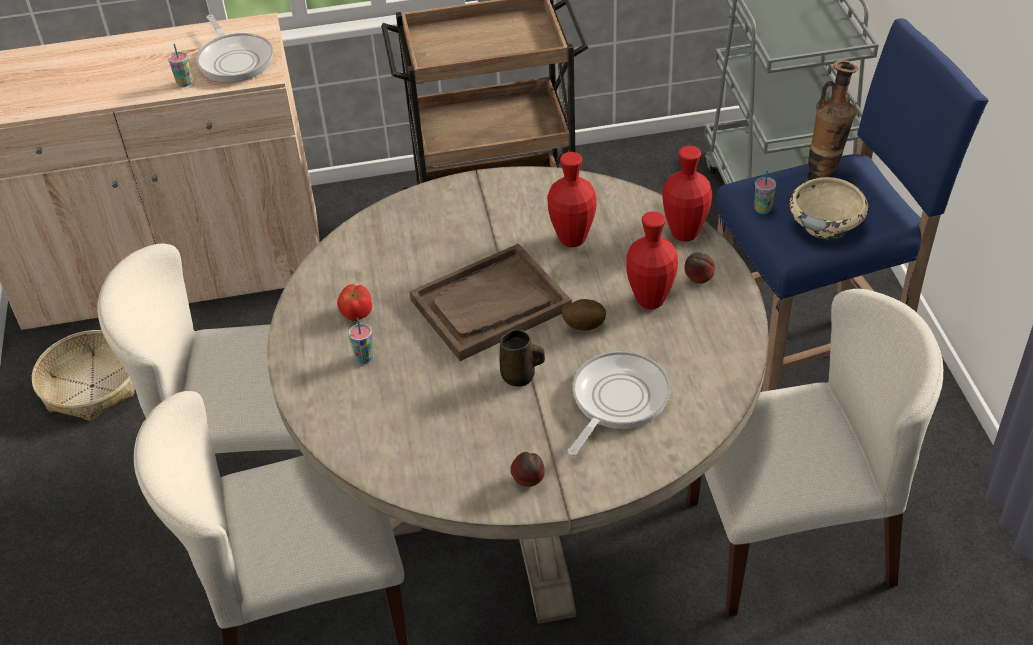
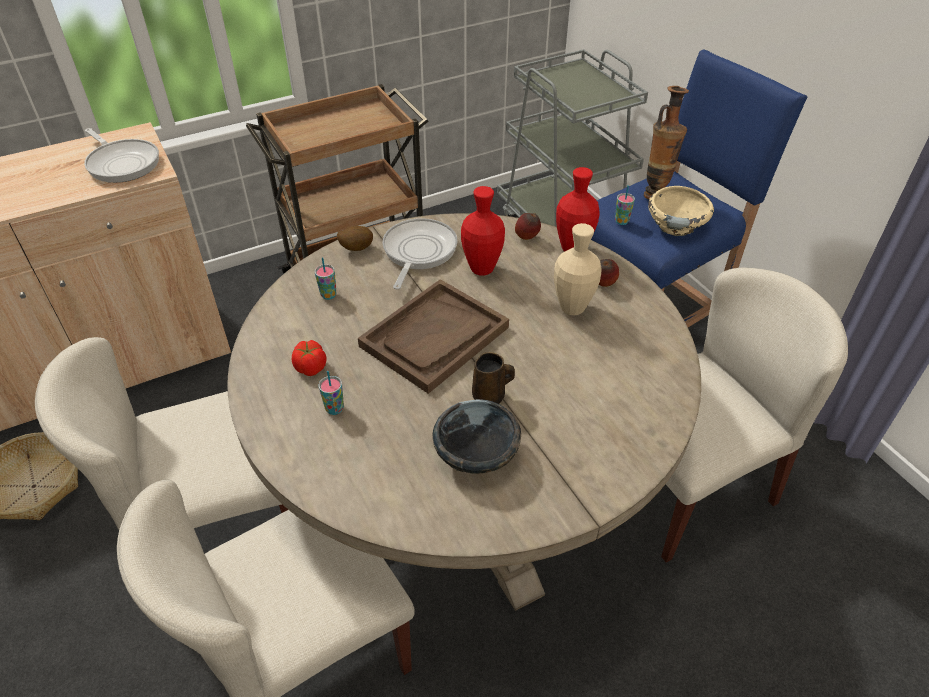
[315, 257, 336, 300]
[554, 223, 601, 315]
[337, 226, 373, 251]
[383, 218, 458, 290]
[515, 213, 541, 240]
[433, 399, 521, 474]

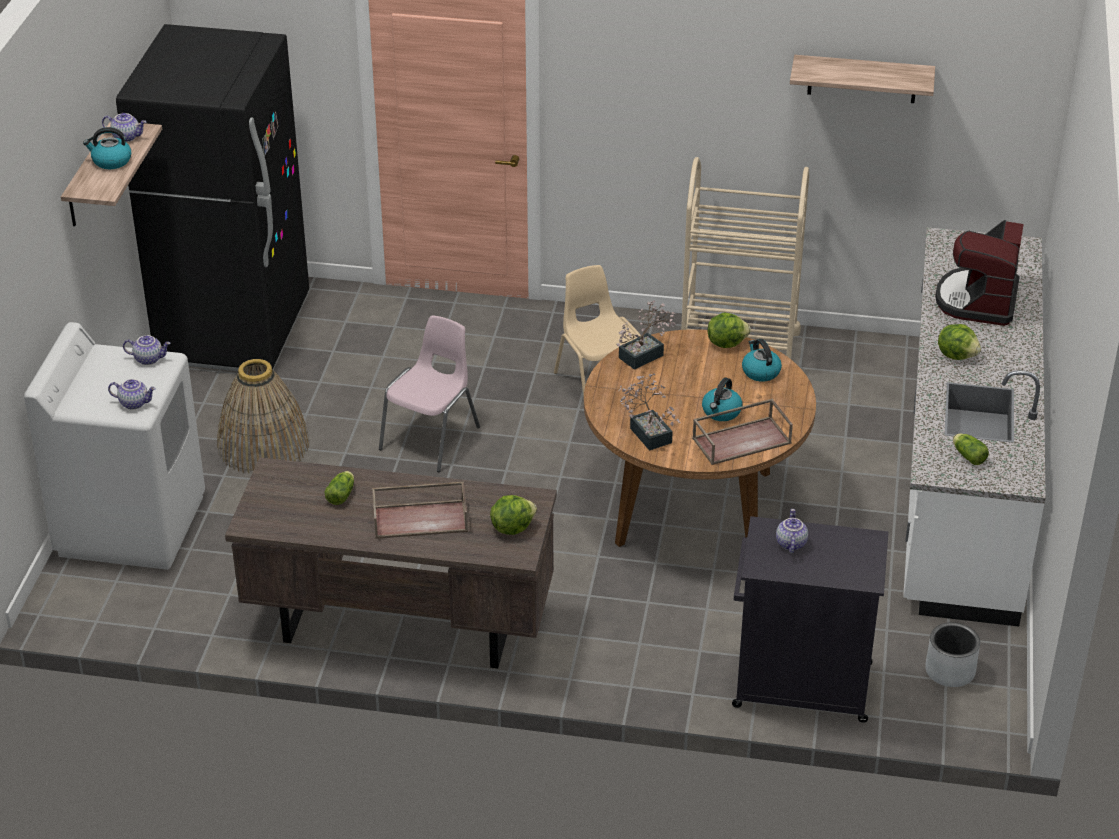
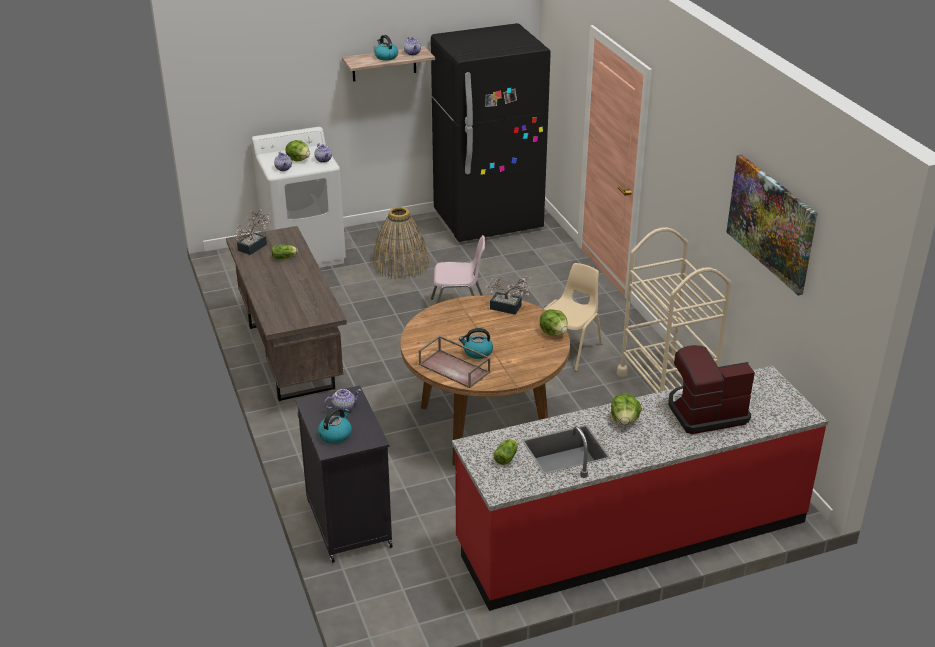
[726, 154, 818, 295]
[452, 365, 828, 611]
[318, 407, 352, 444]
[235, 209, 272, 255]
[372, 482, 468, 539] (first image)
[285, 140, 310, 162]
[925, 622, 980, 687] (first image)

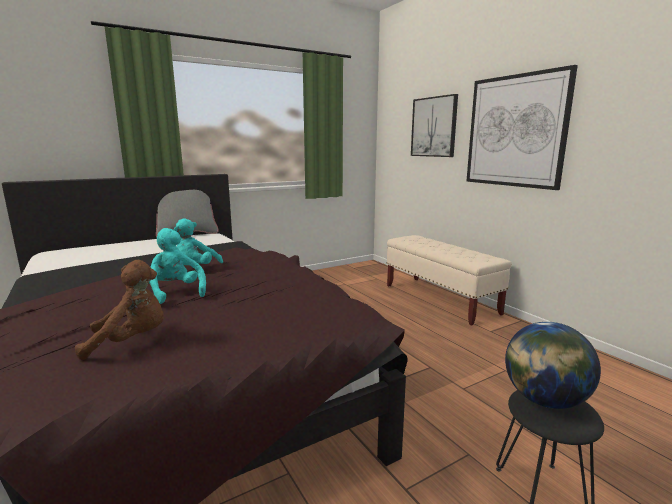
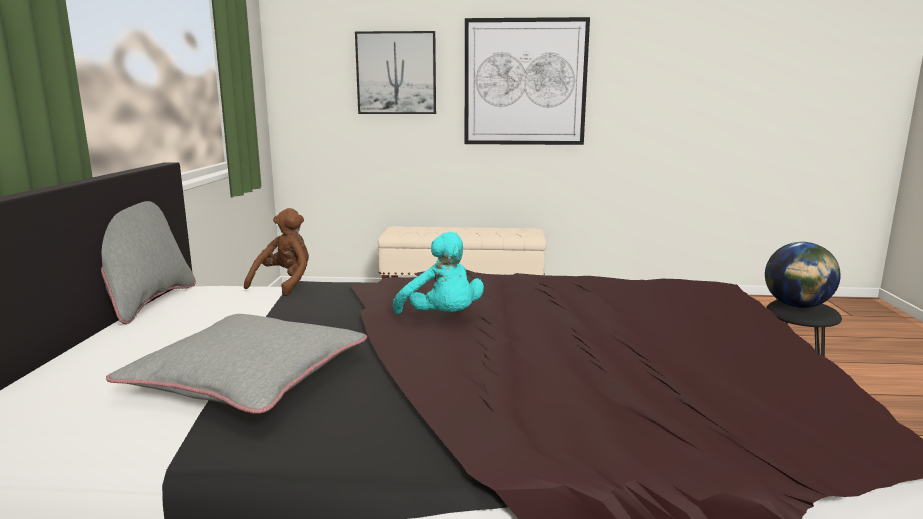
[148, 228, 206, 304] (first image)
[244, 208, 309, 296]
[106, 314, 367, 414]

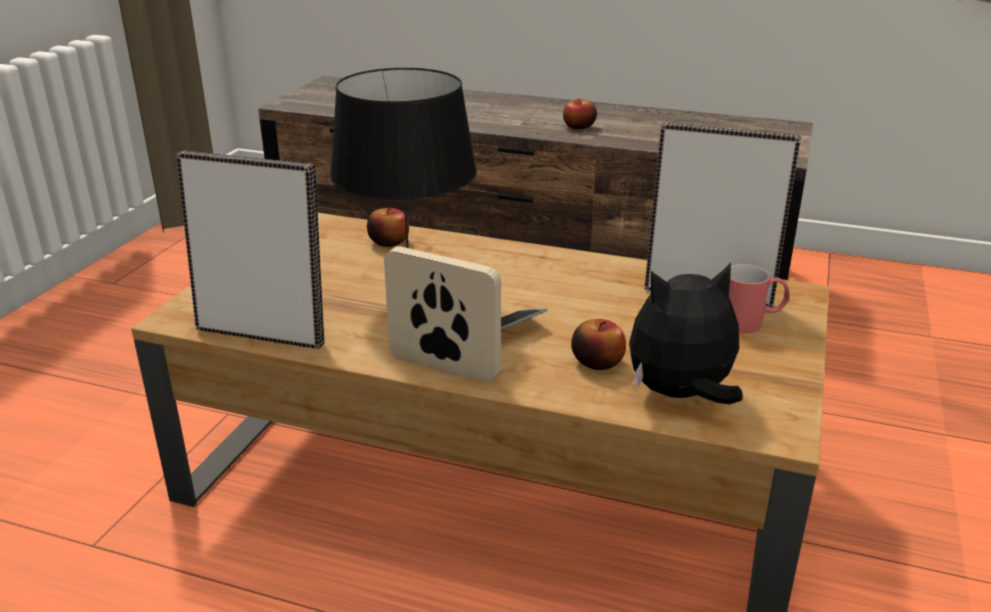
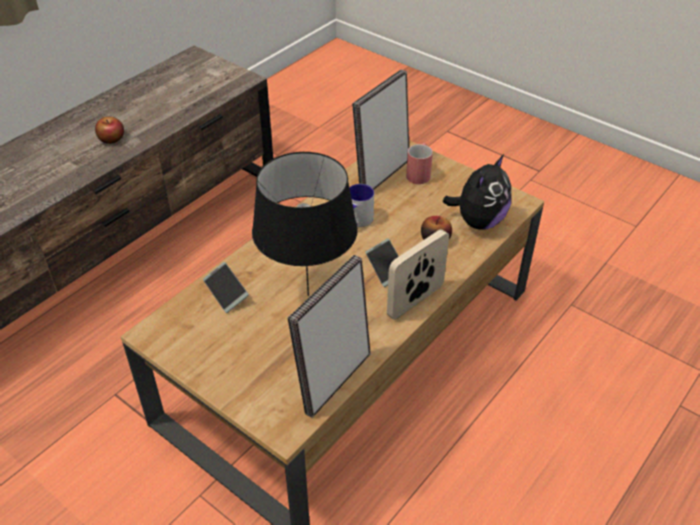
[203, 262, 249, 313]
[443, 154, 511, 230]
[349, 184, 374, 227]

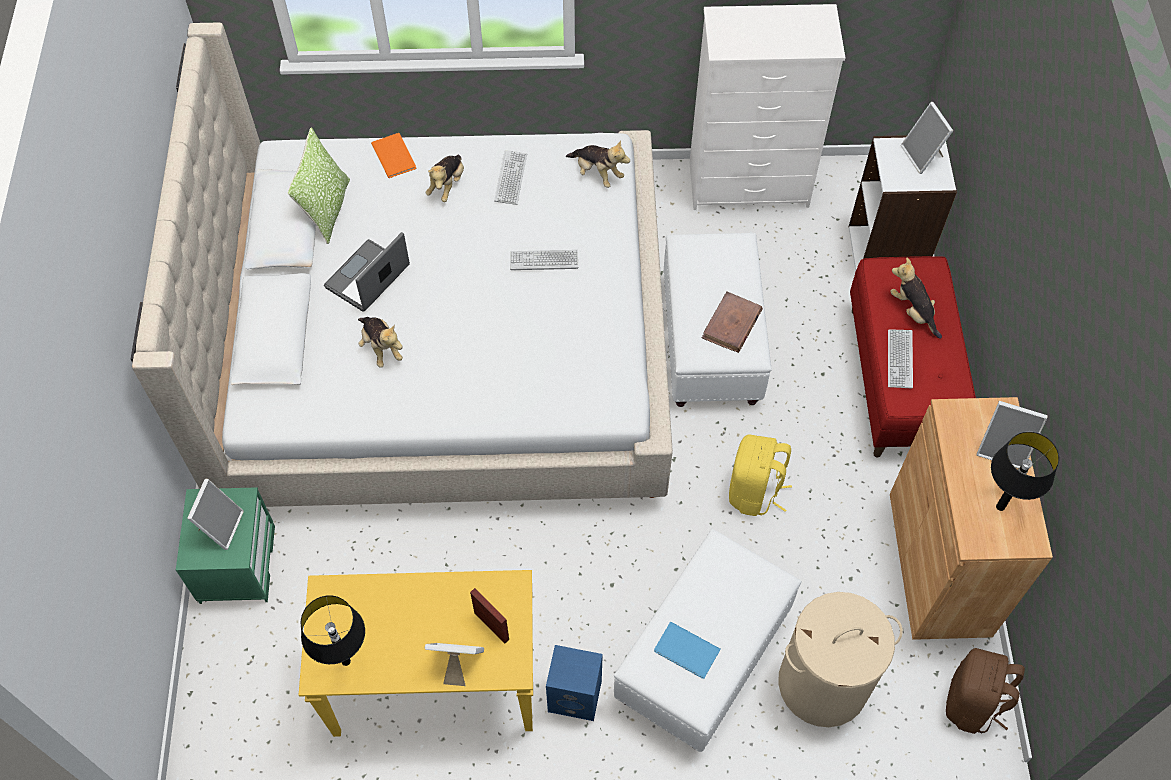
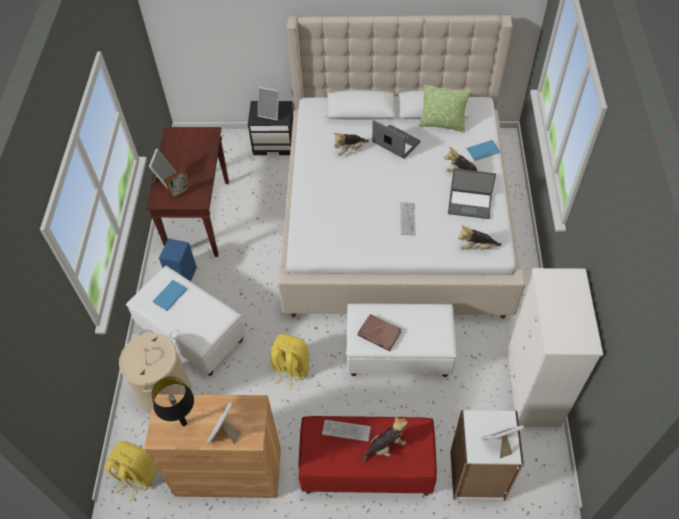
[467, 140, 500, 161]
[458, 226, 501, 250]
[448, 169, 496, 219]
[248, 101, 293, 155]
[146, 127, 229, 257]
[301, 595, 365, 666] (first image)
[105, 441, 156, 500]

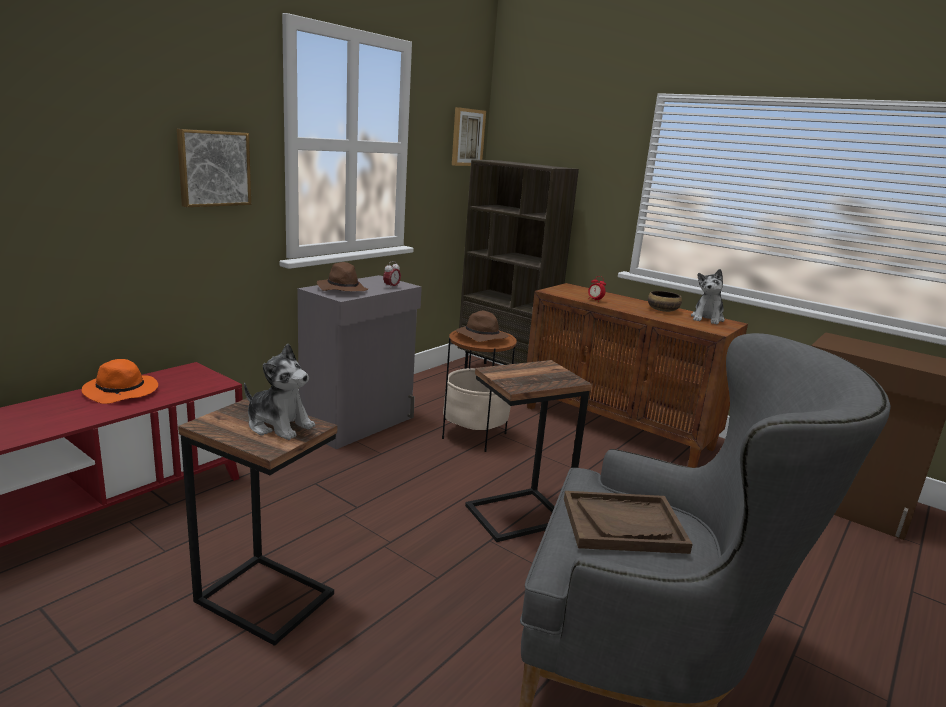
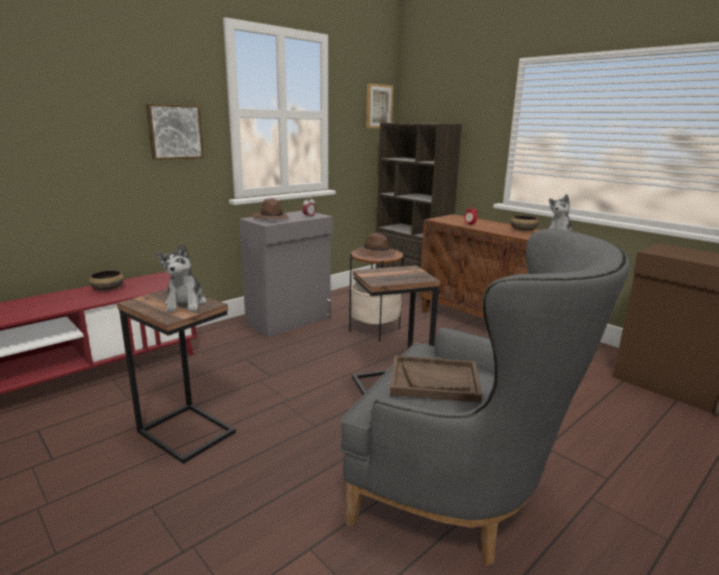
[157, 244, 206, 312]
[89, 270, 124, 291]

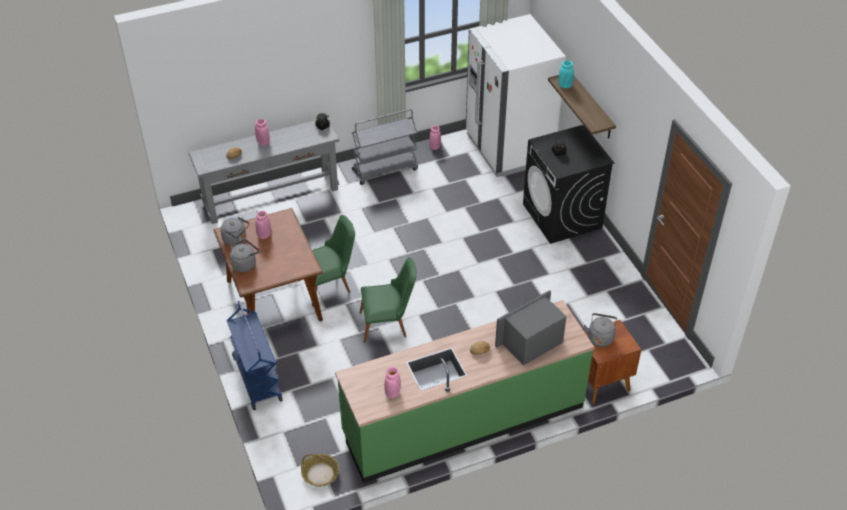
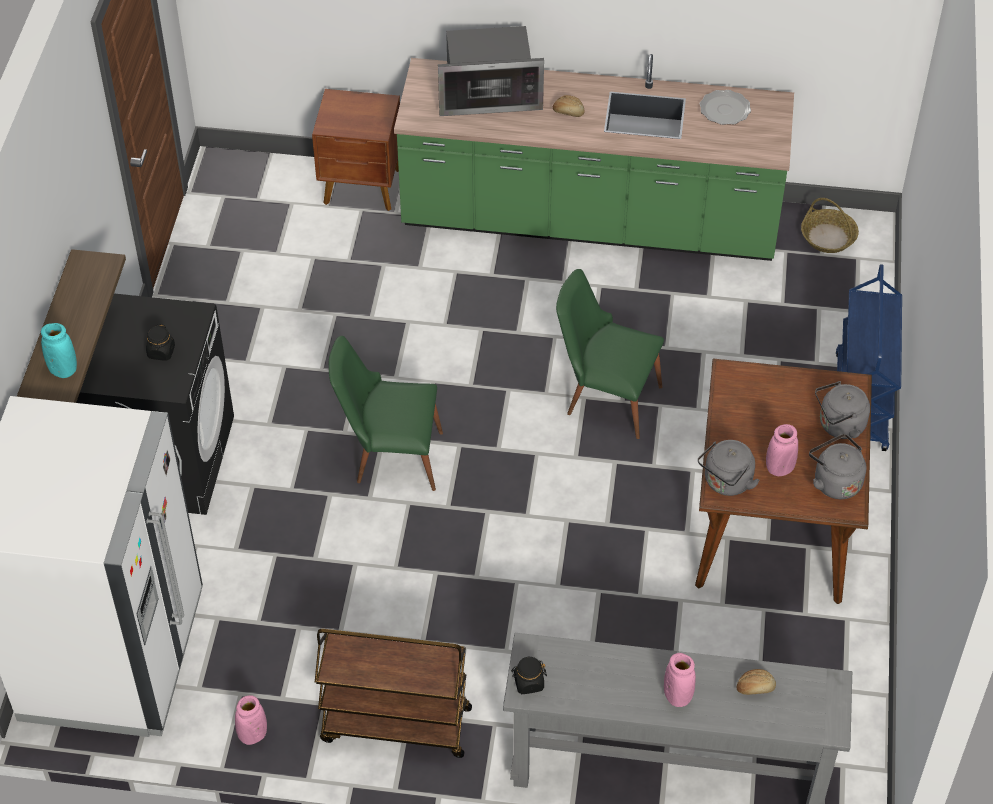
[315, 629, 472, 758]
[329, 336, 443, 491]
[698, 440, 760, 496]
[700, 90, 751, 125]

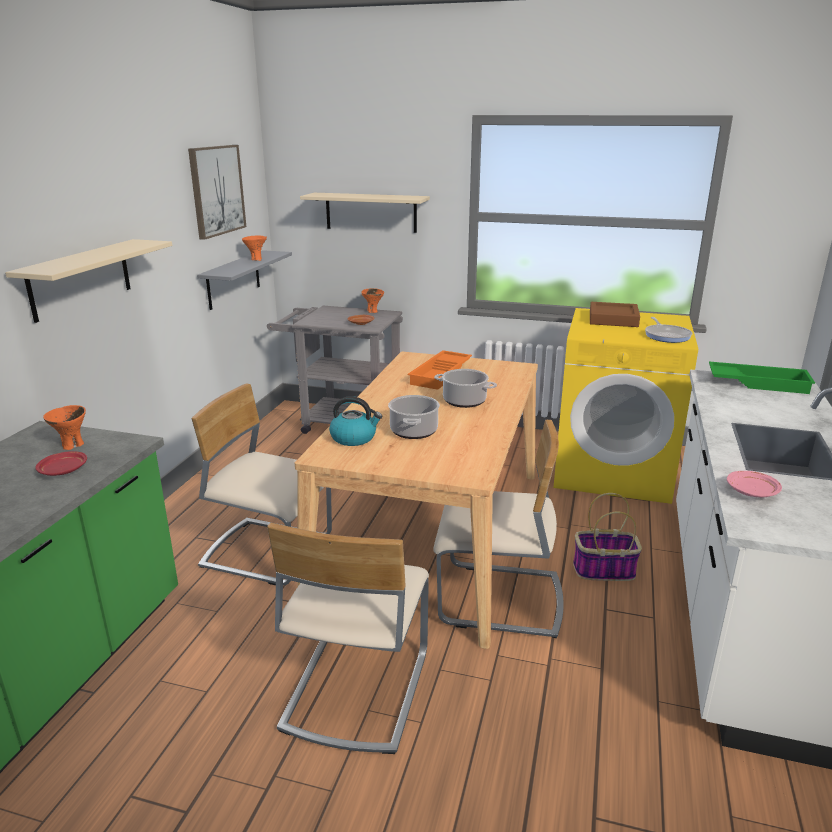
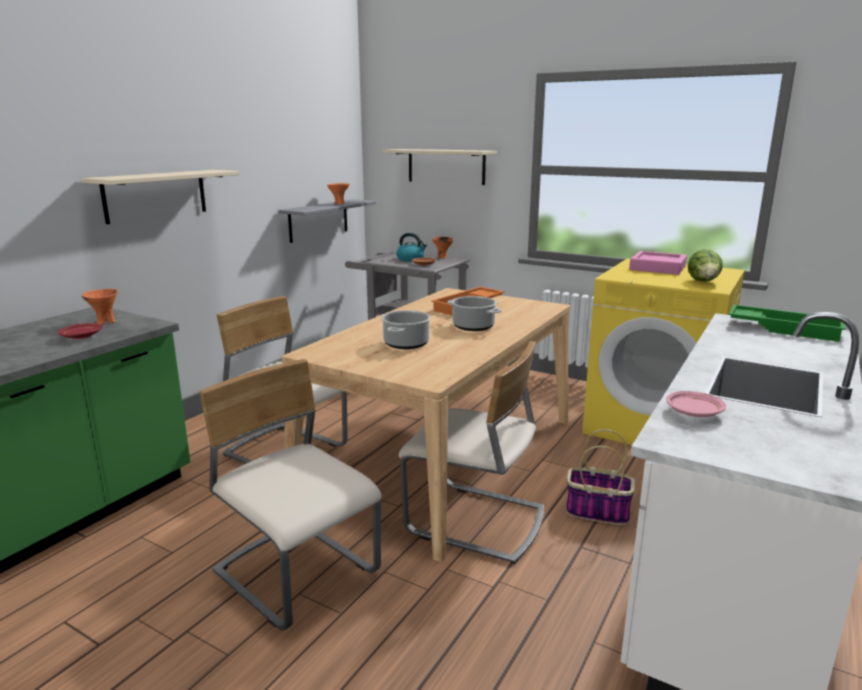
[188, 145, 246, 240] (first image)
[629, 251, 687, 275]
[688, 249, 723, 282]
[396, 233, 427, 262]
[199, 359, 382, 631]

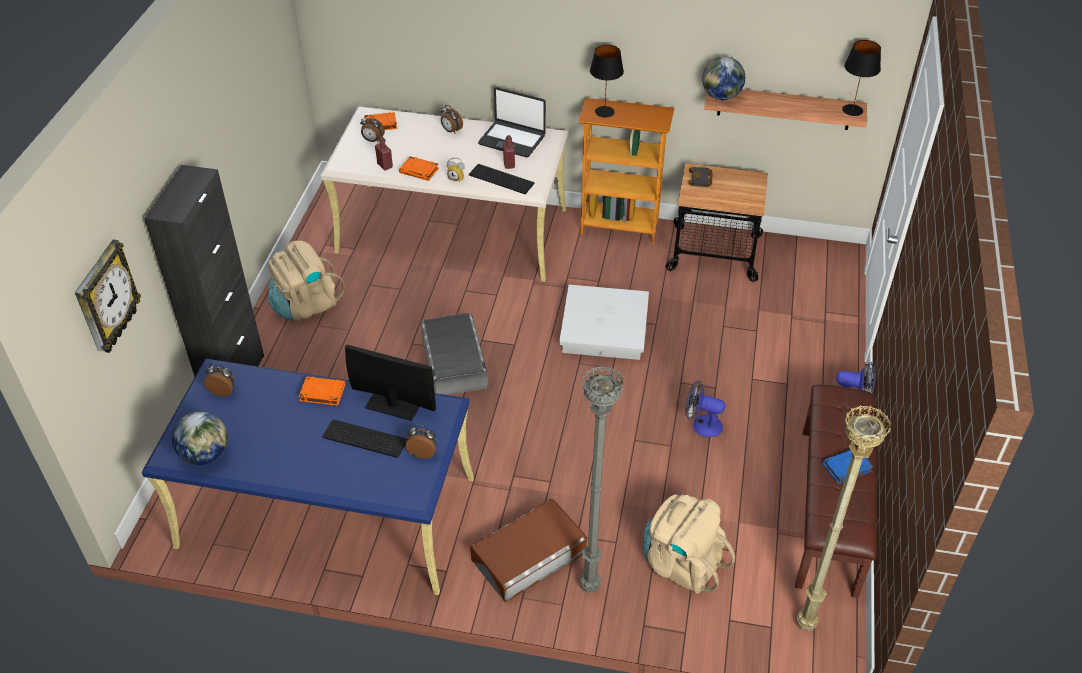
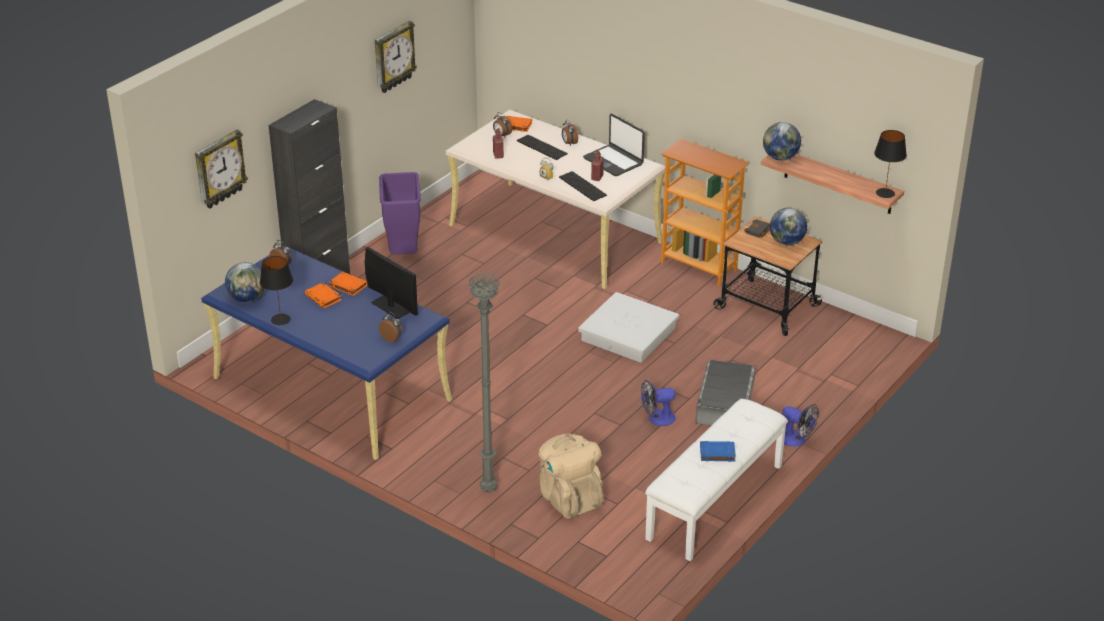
[260, 256, 293, 325]
[305, 283, 342, 308]
[379, 172, 421, 255]
[695, 360, 755, 426]
[641, 380, 676, 426]
[645, 399, 788, 561]
[796, 405, 891, 631] (first image)
[517, 135, 568, 160]
[470, 499, 587, 602] (first image)
[375, 21, 417, 93]
[770, 208, 807, 245]

